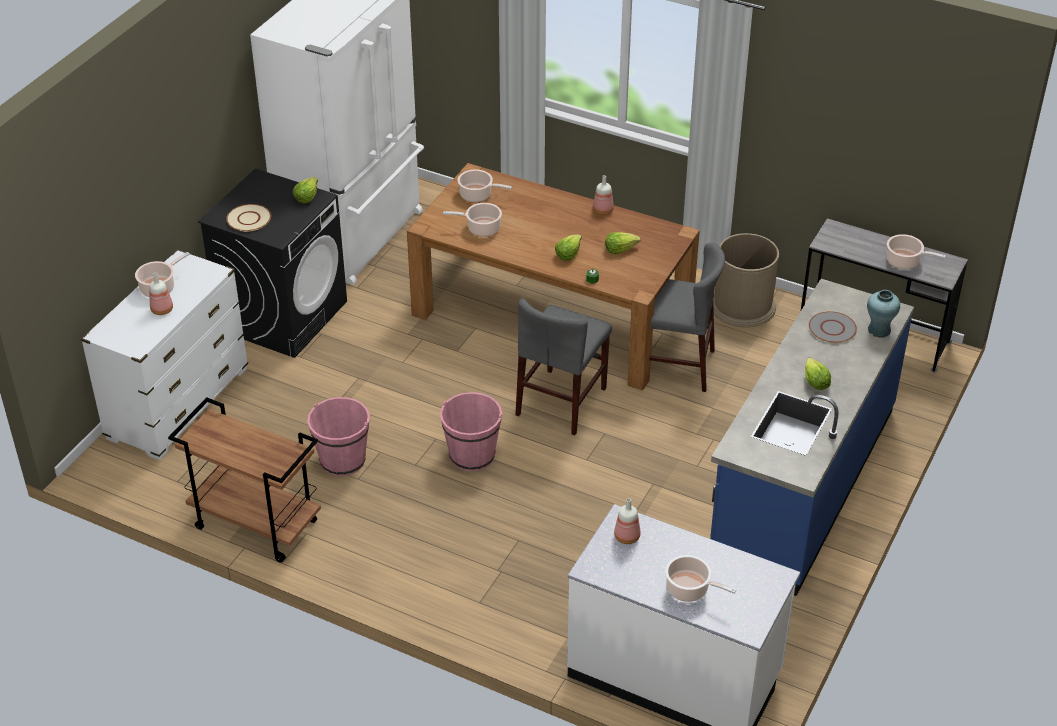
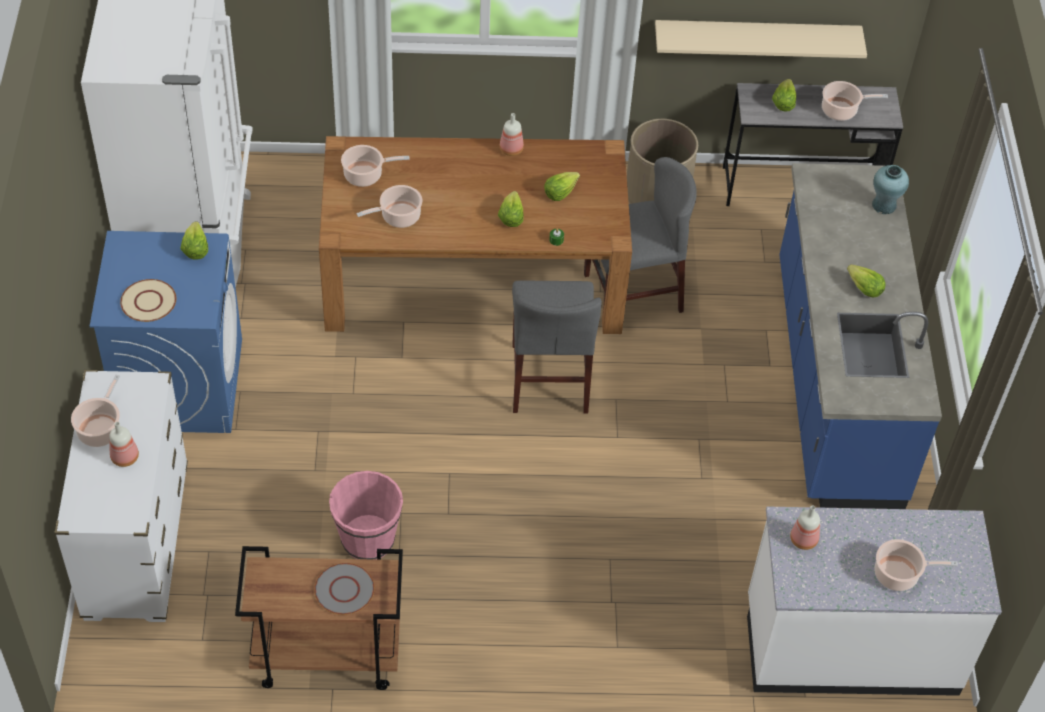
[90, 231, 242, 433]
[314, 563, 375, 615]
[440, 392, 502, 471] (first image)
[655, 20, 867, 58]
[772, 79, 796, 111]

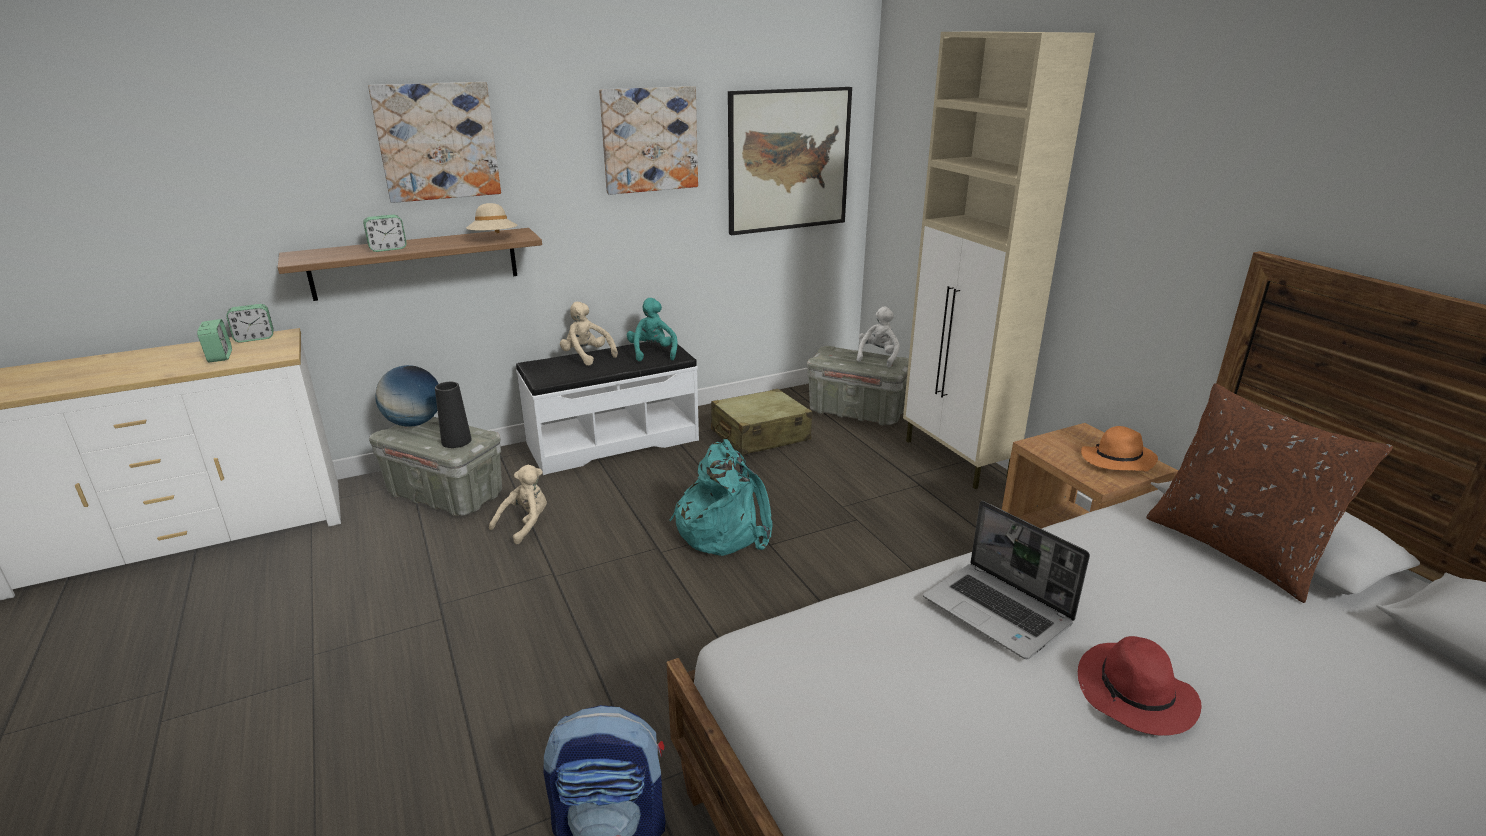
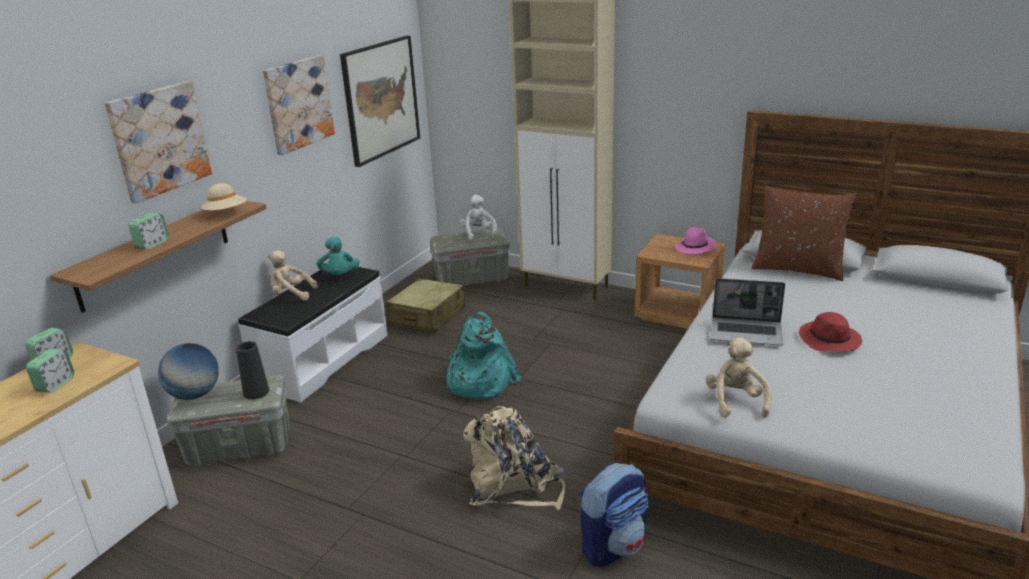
[317, 237, 359, 275]
[26, 349, 75, 393]
[674, 227, 716, 254]
[706, 338, 771, 418]
[463, 406, 565, 510]

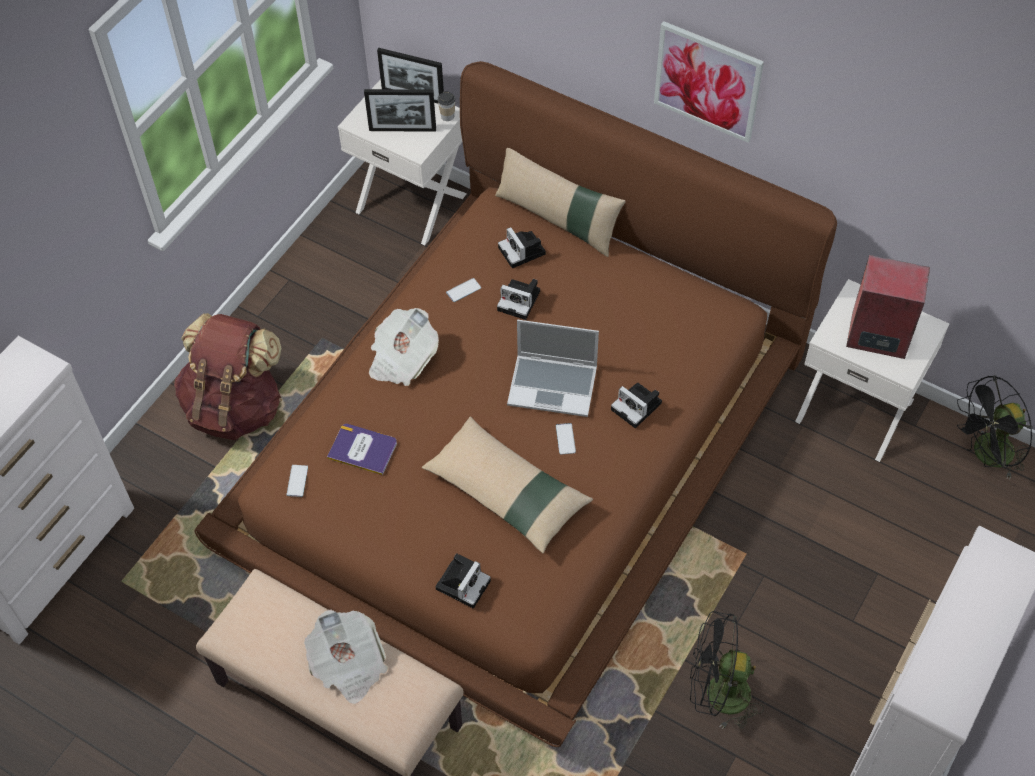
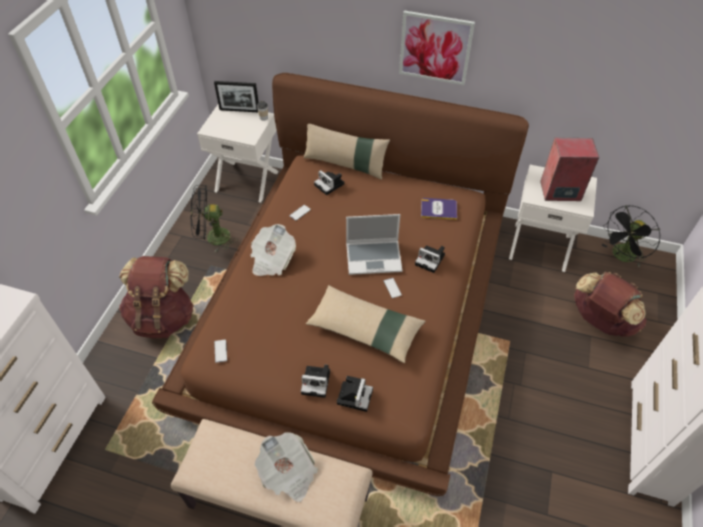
[364, 89, 436, 132] (first image)
[301, 364, 330, 398]
[421, 198, 457, 220]
[190, 185, 237, 252]
[574, 272, 647, 337]

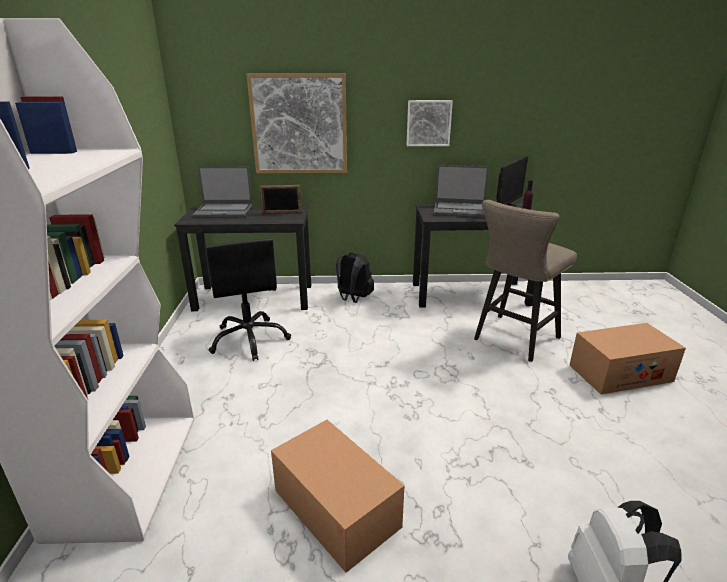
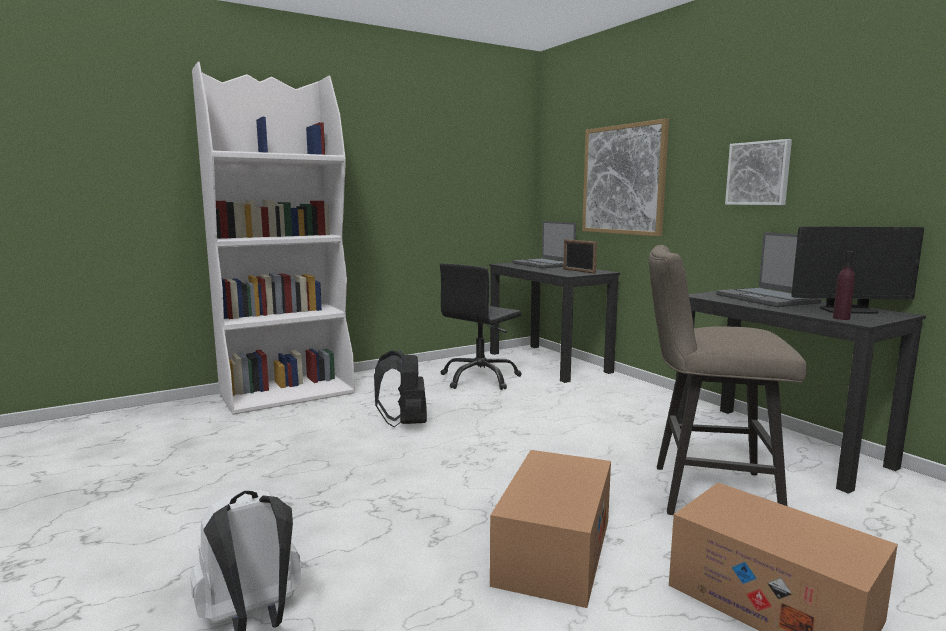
[374, 349, 427, 427]
[490, 450, 611, 608]

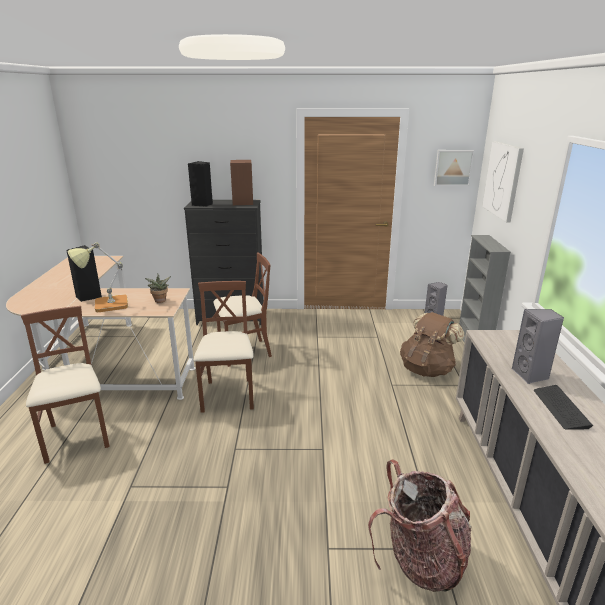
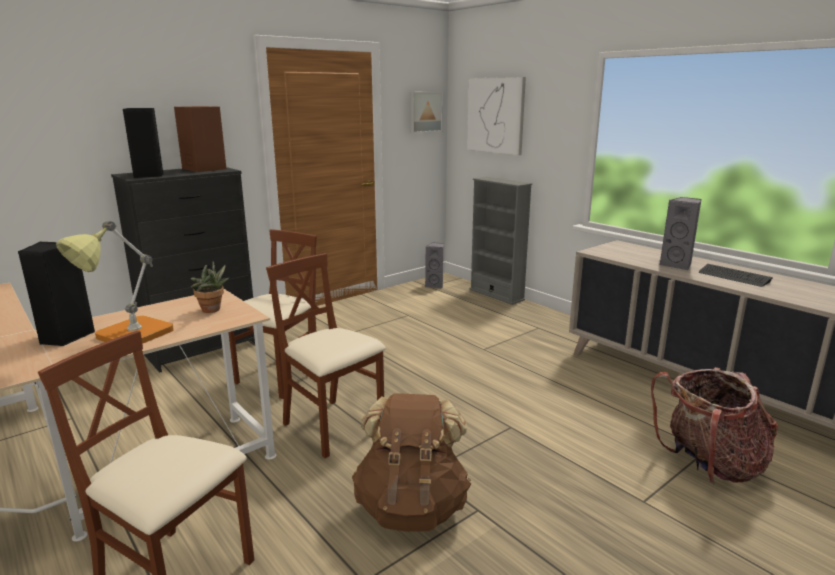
[352, 393, 471, 532]

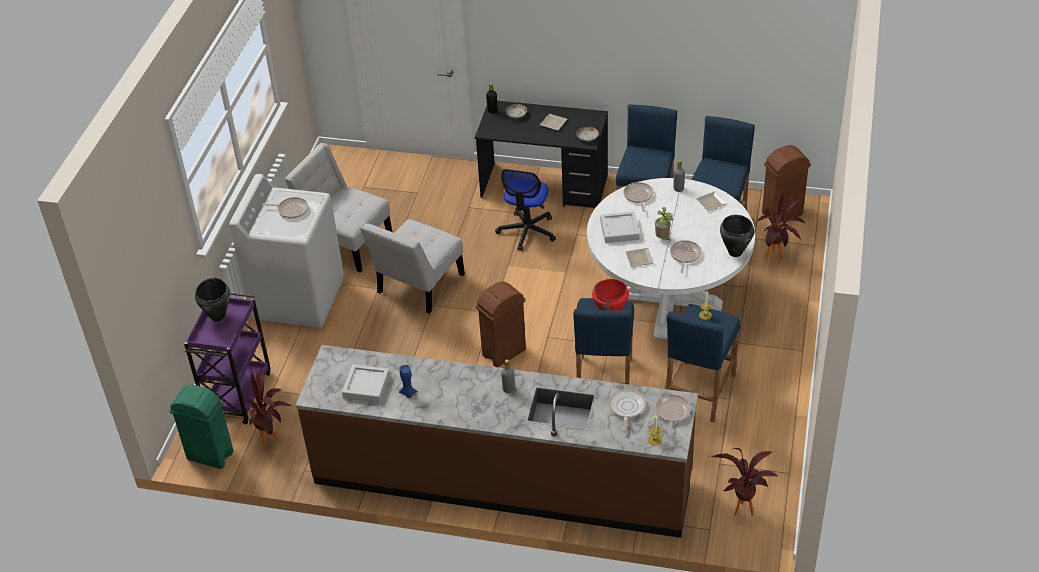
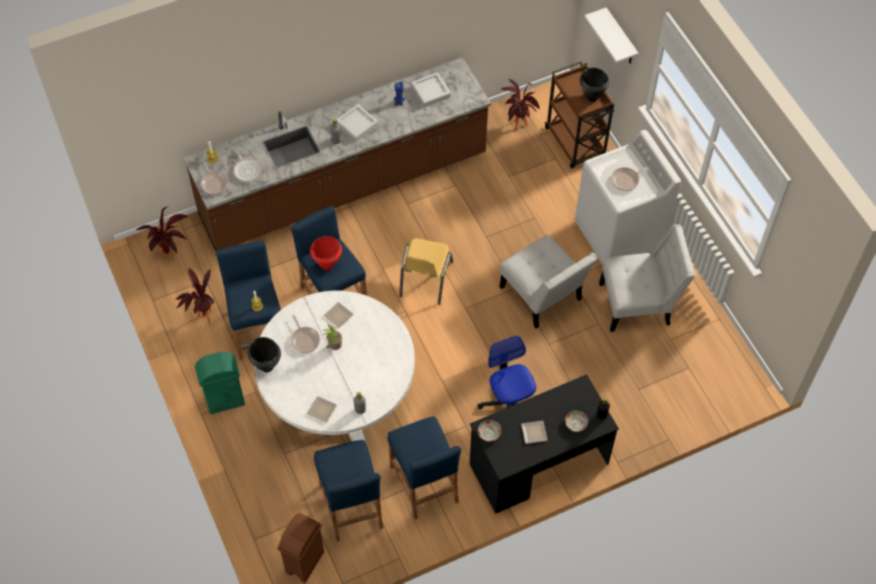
[623, 182, 653, 212] (first image)
[176, 268, 214, 324]
[336, 104, 378, 142]
[499, 235, 598, 329]
[399, 239, 453, 305]
[544, 62, 614, 168]
[195, 352, 245, 414]
[585, 7, 639, 64]

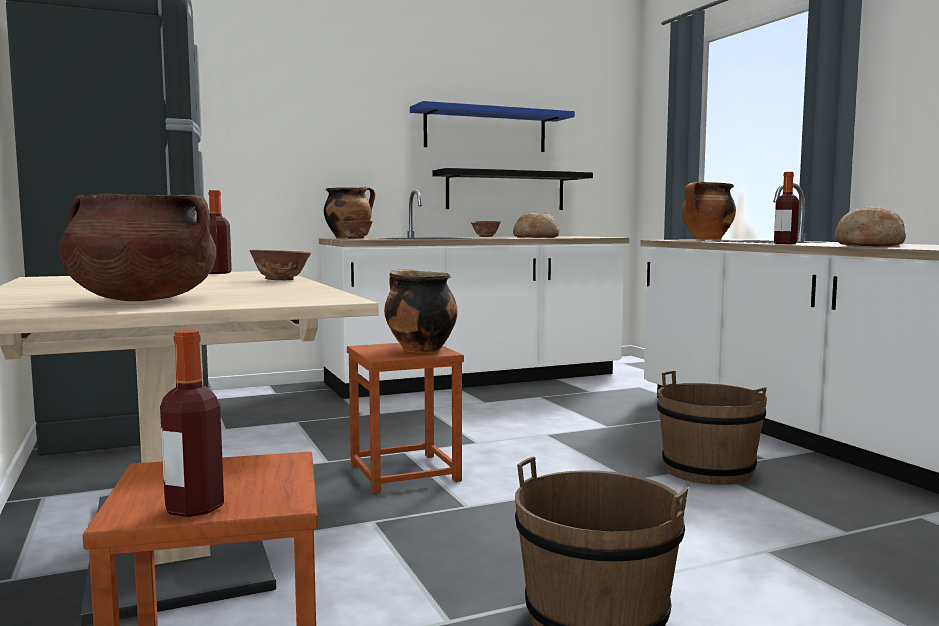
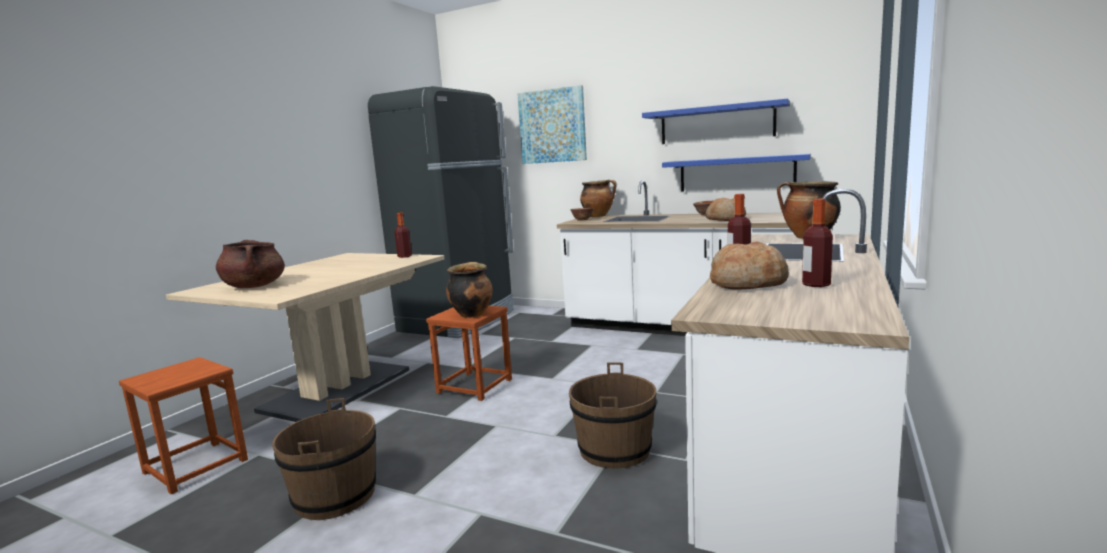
[662, 154, 811, 192]
[250, 250, 311, 280] (first image)
[802, 199, 833, 287]
[517, 85, 587, 164]

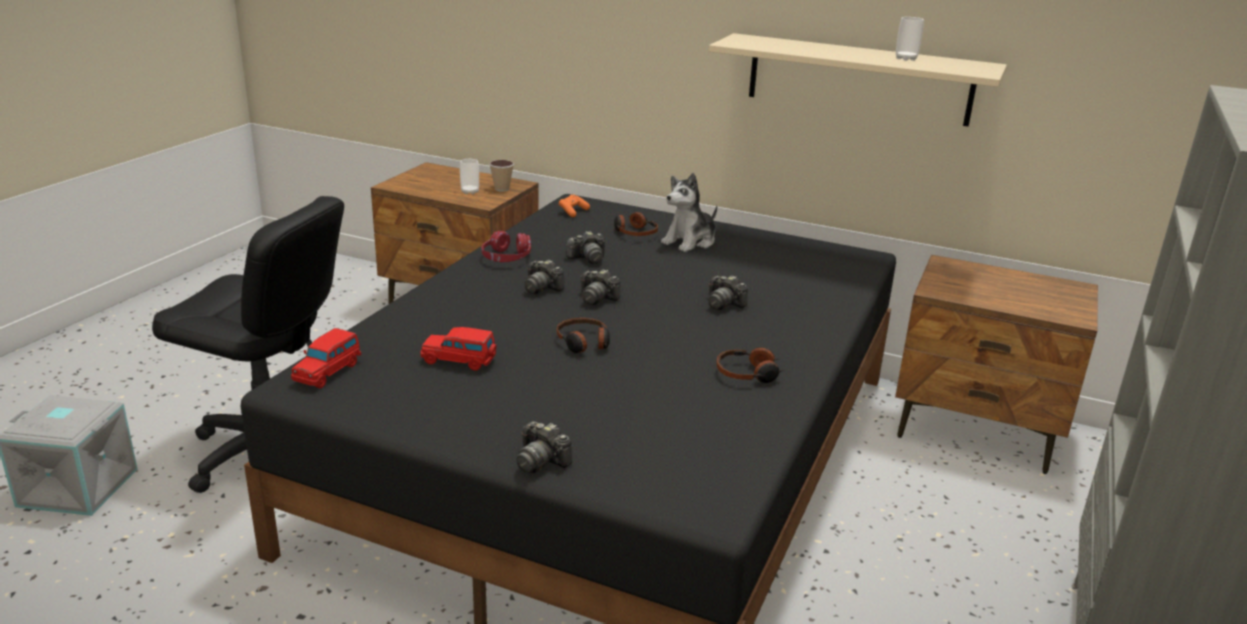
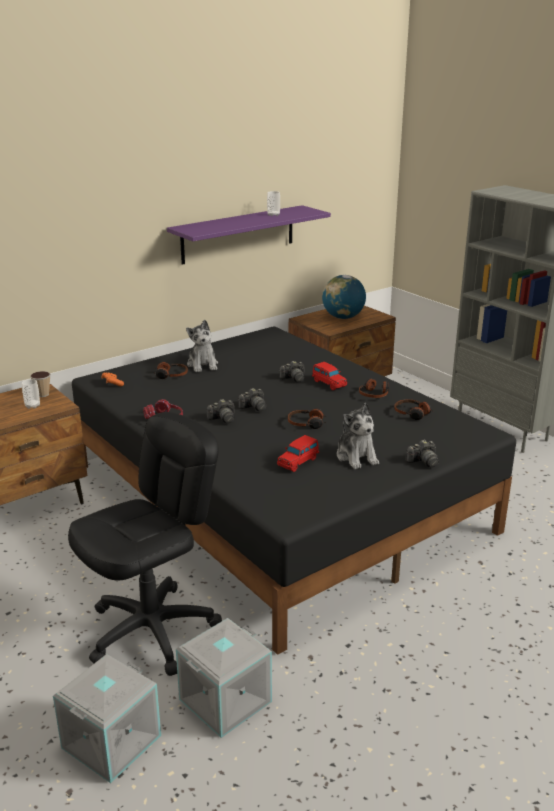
[167, 205, 331, 265]
[566, 231, 605, 264] (first image)
[312, 362, 347, 390]
[322, 275, 366, 319]
[394, 399, 433, 420]
[337, 403, 379, 469]
[176, 618, 272, 738]

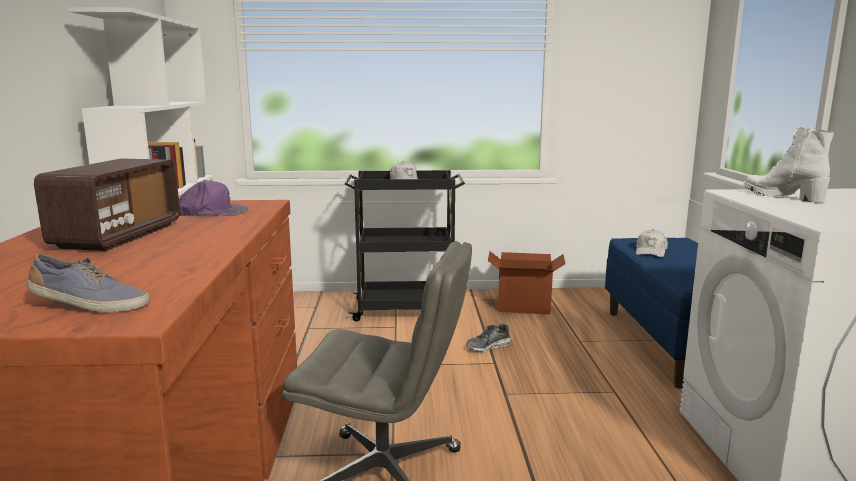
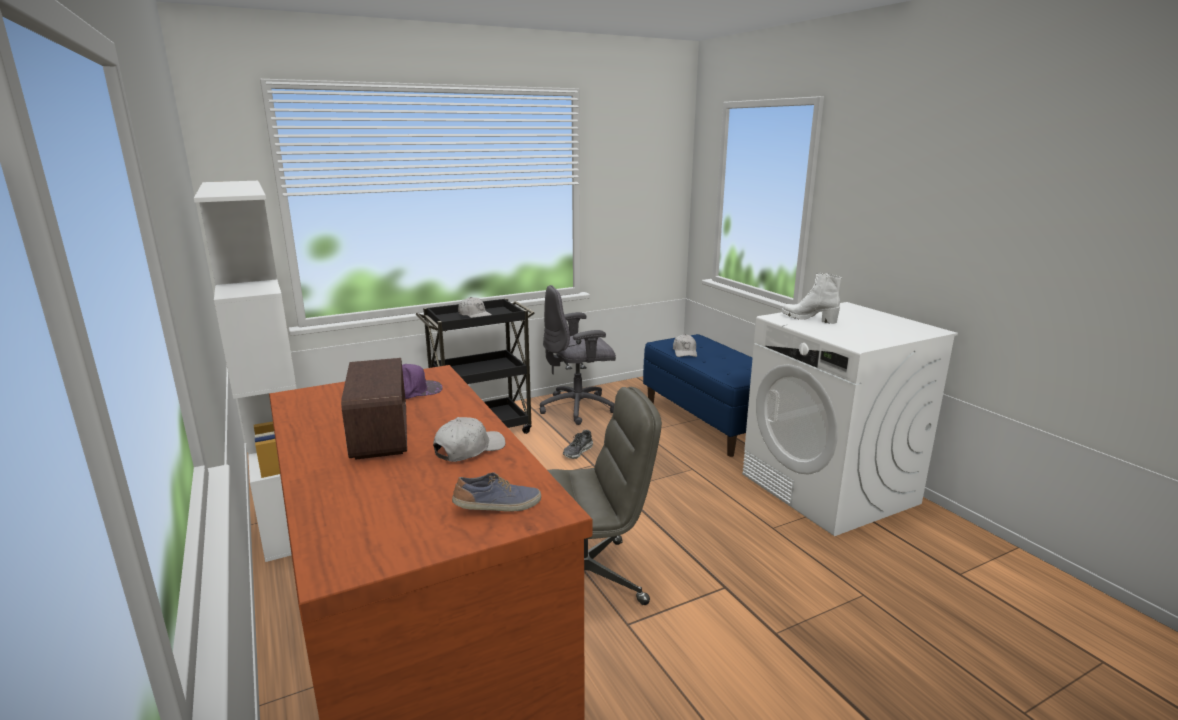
[540, 285, 616, 425]
[433, 417, 506, 462]

